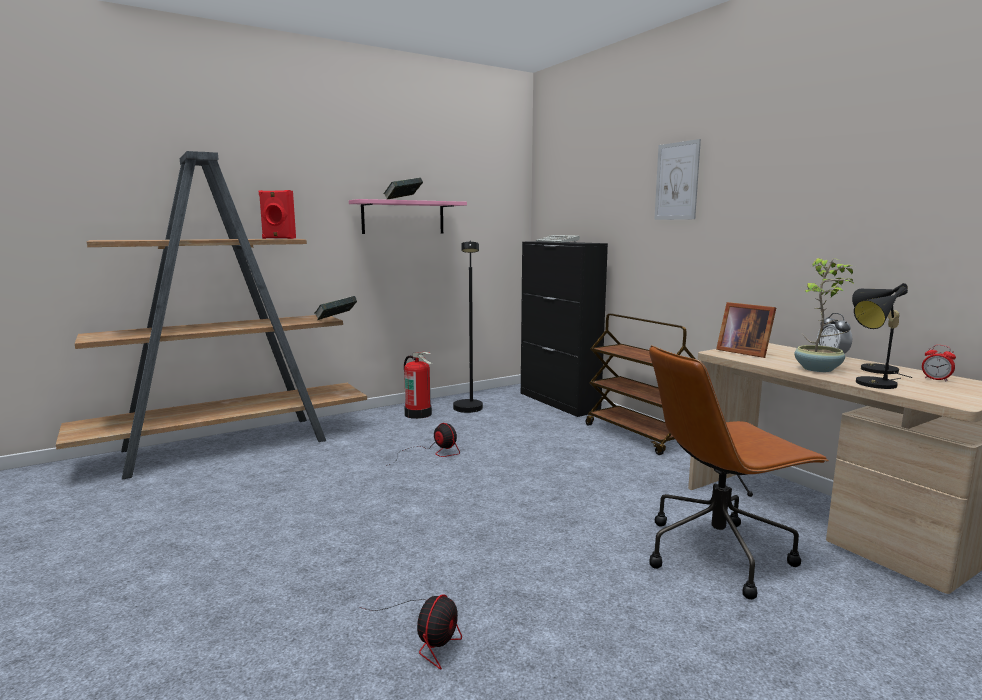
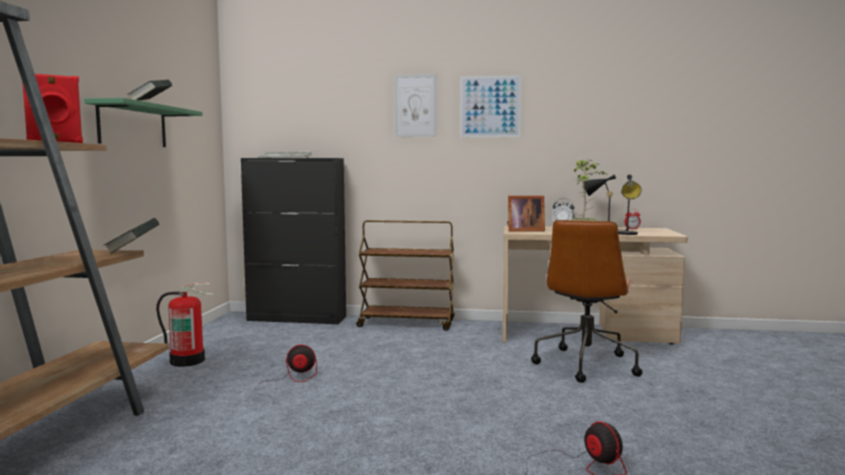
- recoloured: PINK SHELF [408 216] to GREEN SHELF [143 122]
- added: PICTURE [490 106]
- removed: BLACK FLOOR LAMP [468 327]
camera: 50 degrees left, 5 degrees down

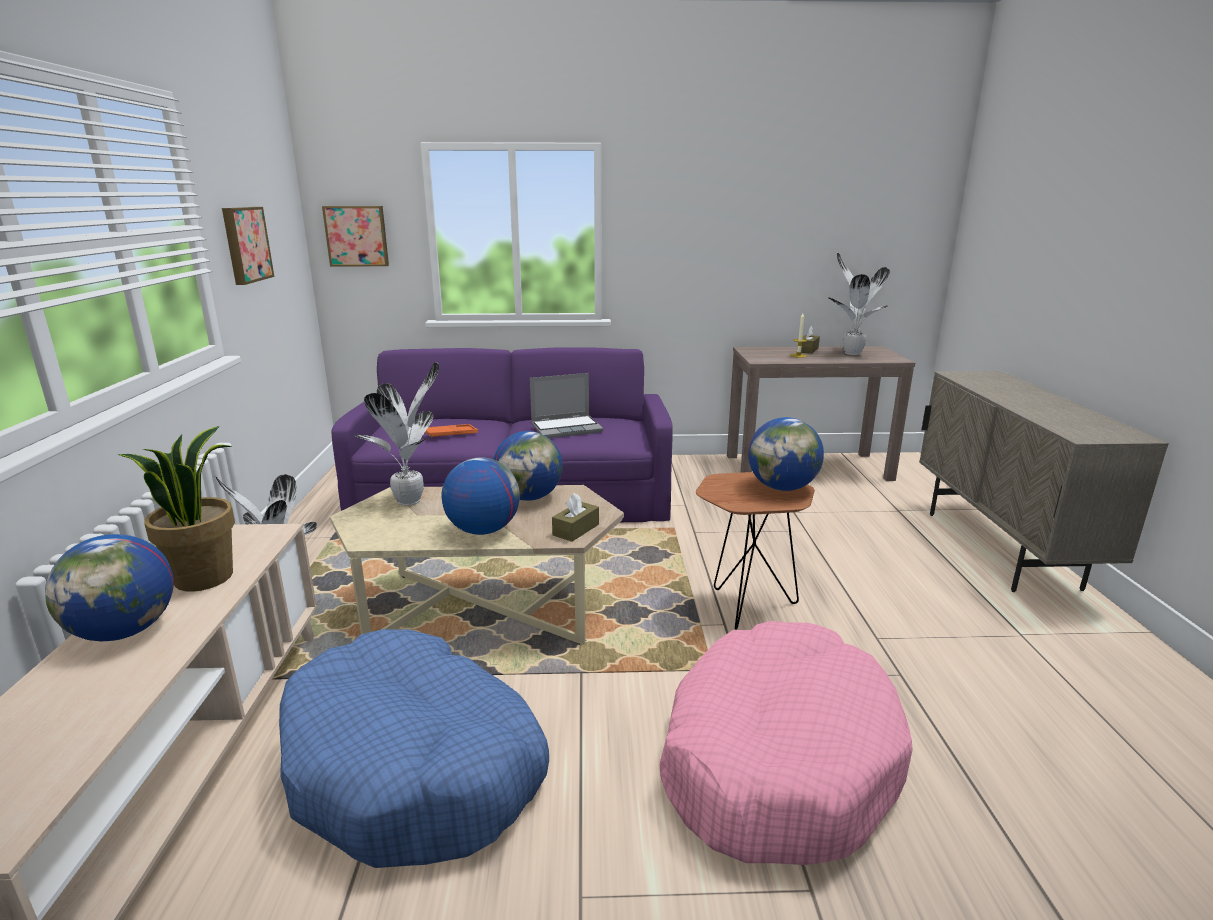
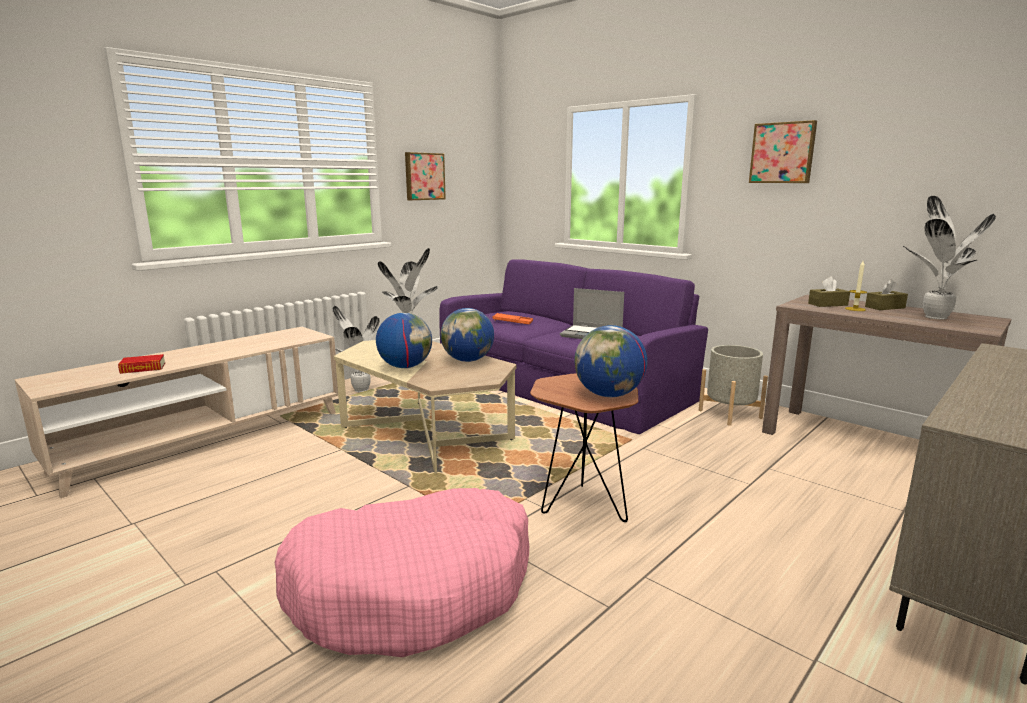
- added: BOOK [141 364]
- added: GREY PLANTER [733 385]
- moved: PICTURE [355 236] to [783 151]
- moved: BROWN TISSUE BOX [575 517] to [829 292]
- removed: GLOBE [109 587]
- removed: POTTED PLANT [176 509]
- removed: BLUE DOG BED [414 748]
camera: 45 degrees right, 5 degrees down

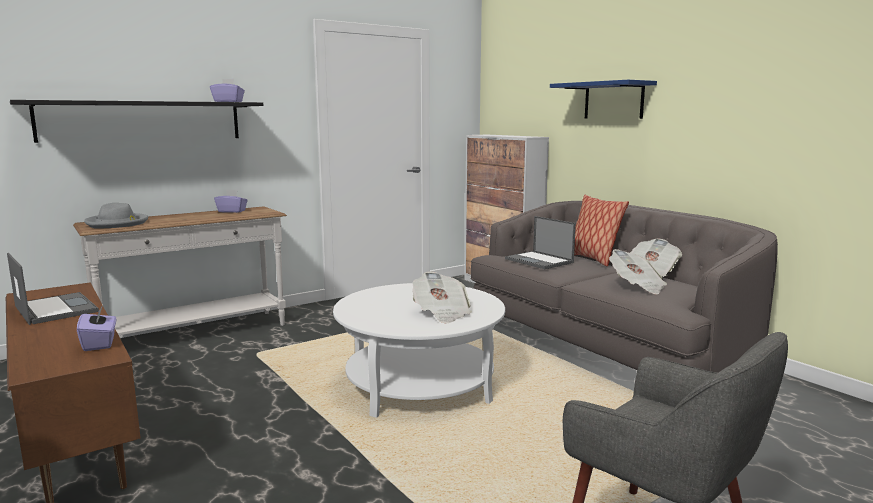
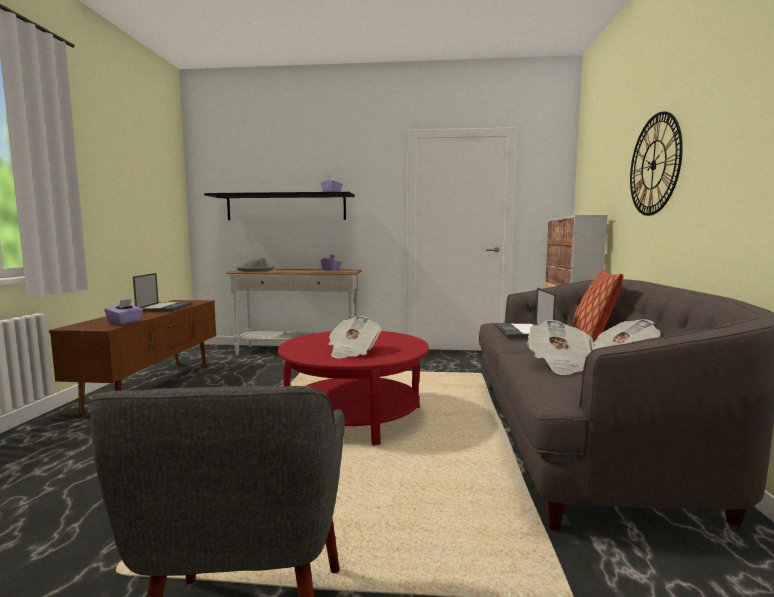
- recoloured: WHITE COFFEE TABLE [419 350] to RED COFFEE TABLE [353 388]
- replaced: BLUE SHELF [603 99] to WALL CLOCK [656 163]
camera: 40 degrees right, 5 degrees down

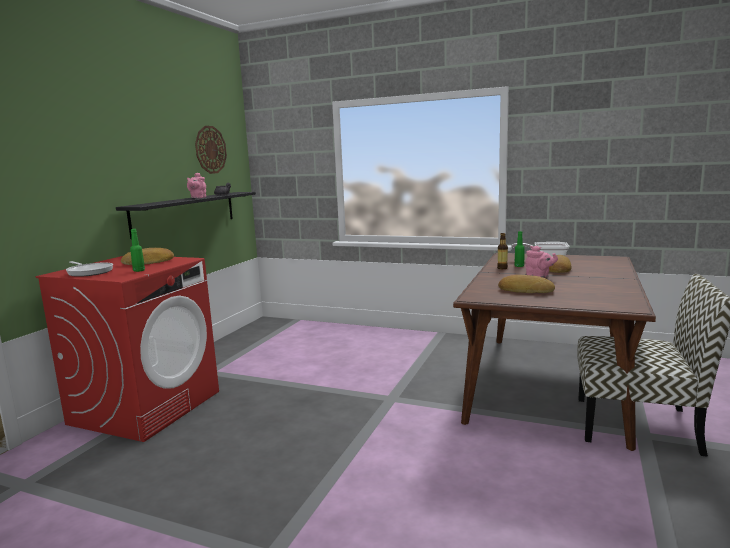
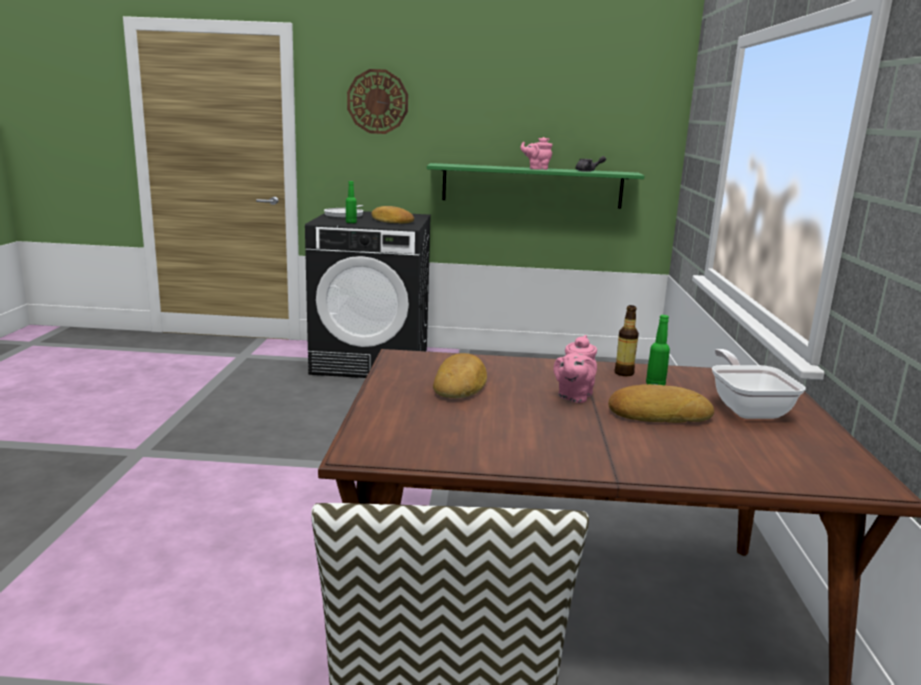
- recoloured: RED WASHING MACHINE [127 349] to BLACK WASHING MACHINE [368 294]
- moved: WALL CLOCK [211 150] to [377 101]
- recoloured: BLACK SHELF [186 215] to GREEN SHELF [535 186]
camera: 70 degrees right, 5 degrees up

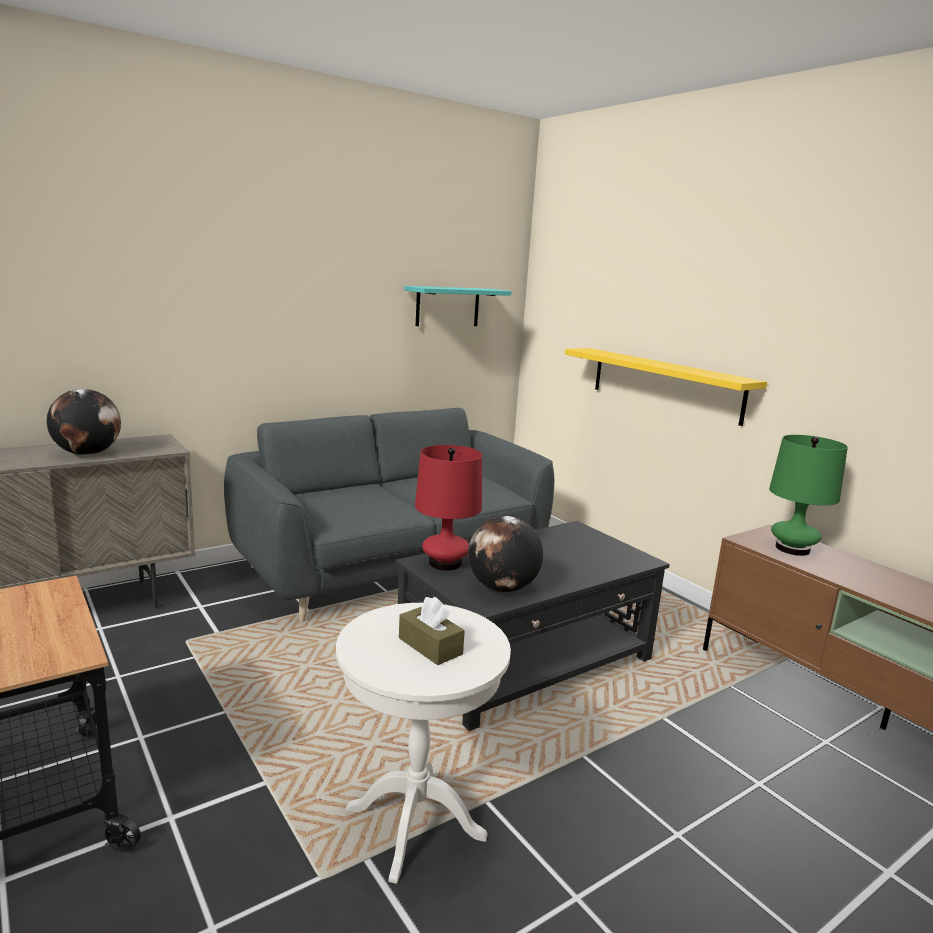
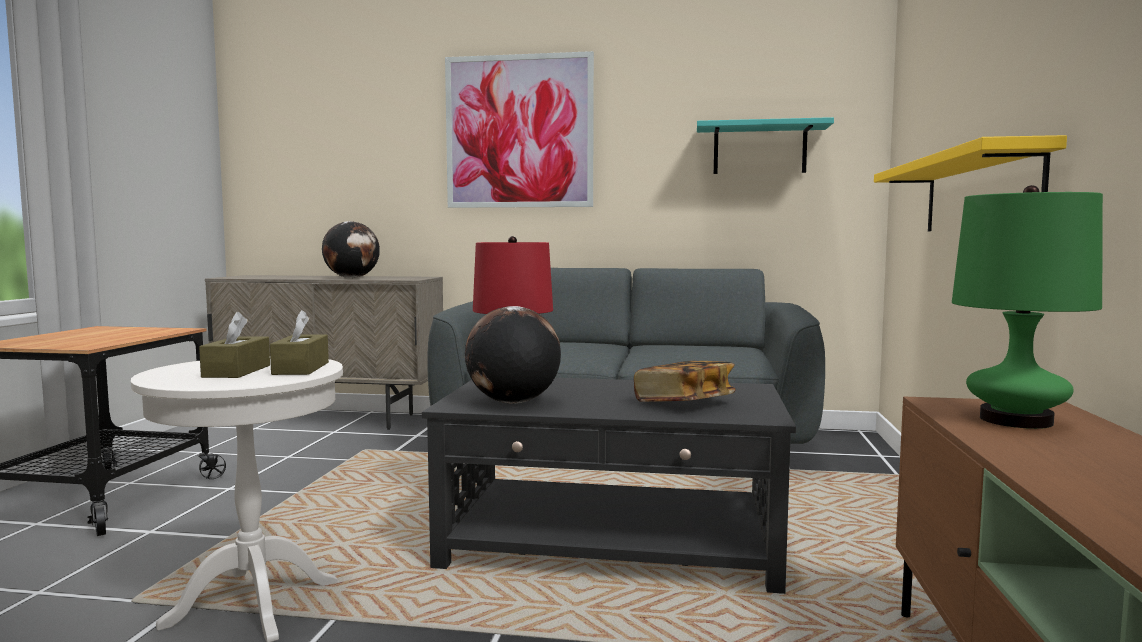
- added: BROWN TISSUE BOX [299 342]
- added: PICTURE [519 129]
- added: BOOK [685 381]
camera: 45 degrees right, 10 degrees down

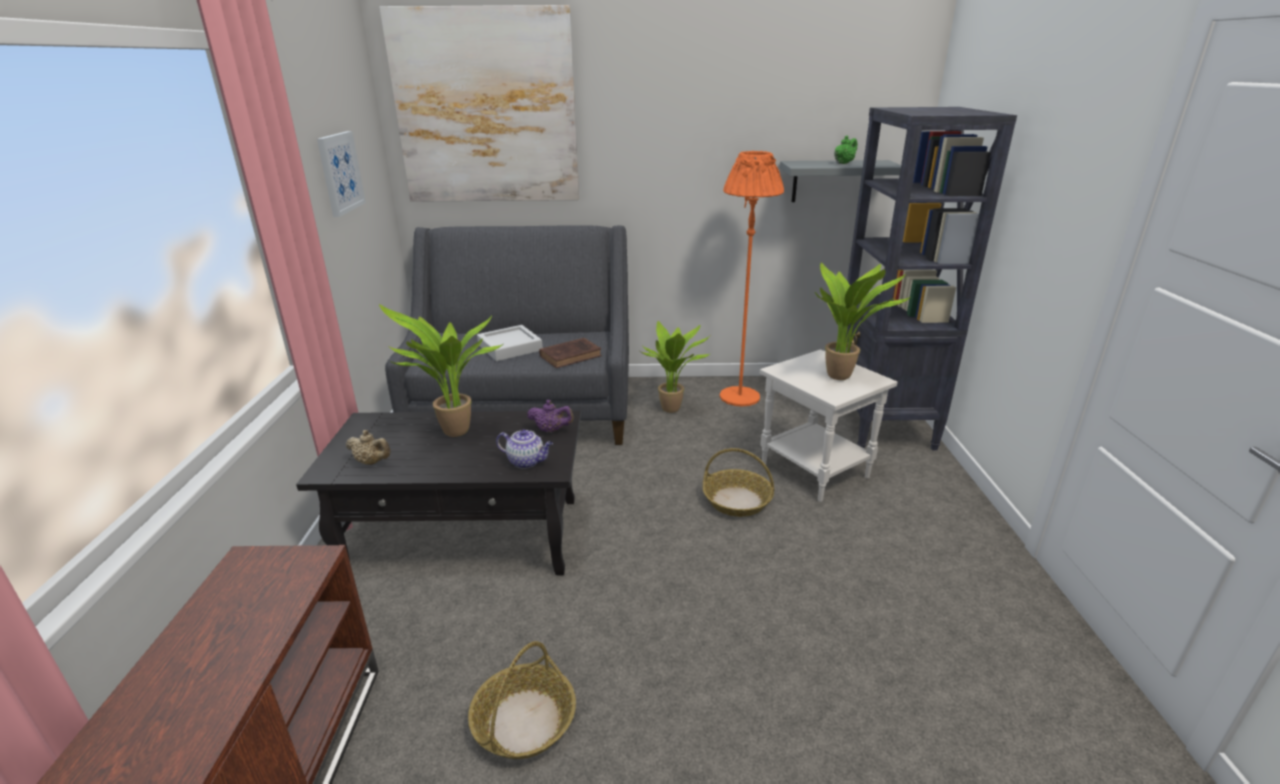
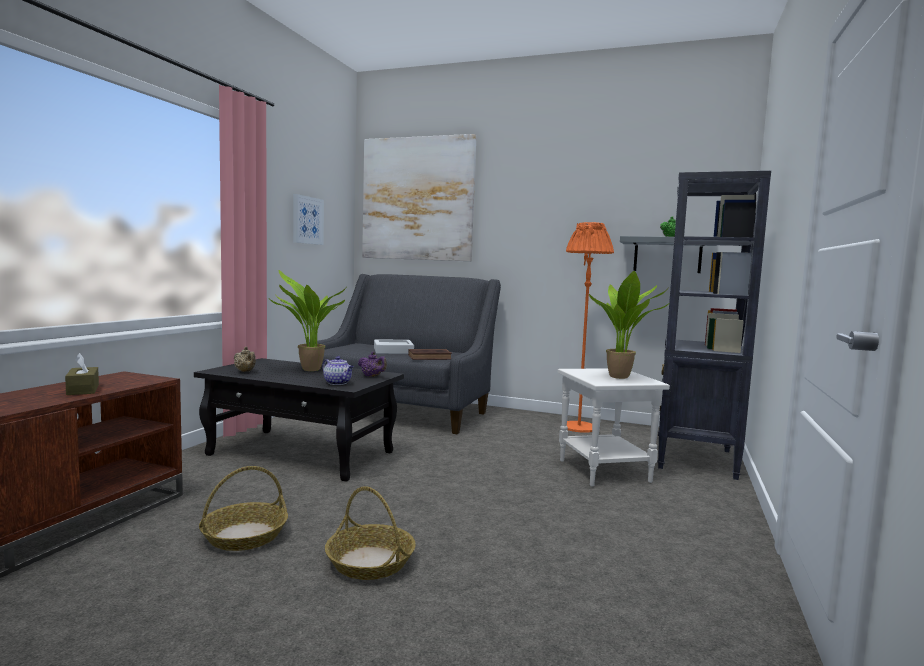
- added: BROWN TISSUE BOX [82 374]
- moved: BASKET [739 482] to [370 533]
- removed: POTTED PLANT [675 367]
camera: 20 degrees right, 20 degrees down

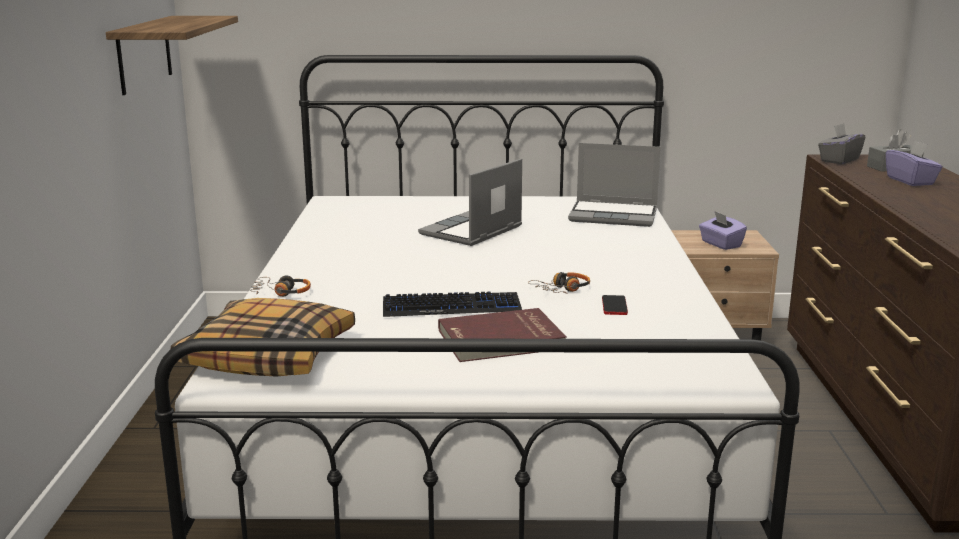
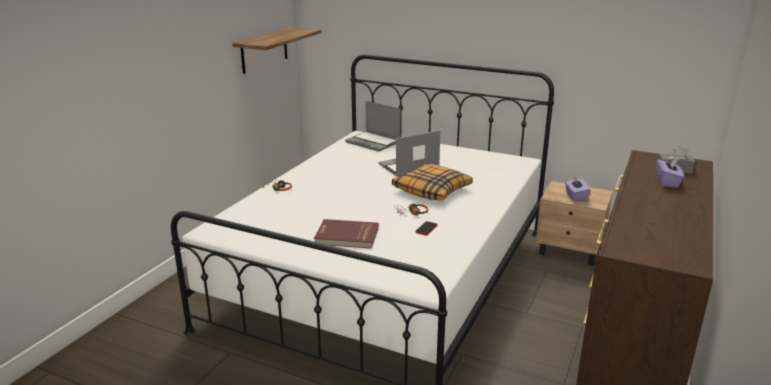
- moved: LAPTOP [614 185] to [373 126]
- moved: PILLOW [263 337] to [432 182]
- removed: KEYBOARD [452 304]
- removed: GREY TISSUE BOX [842 144]
camera: 25 degrees right, 5 degrees up

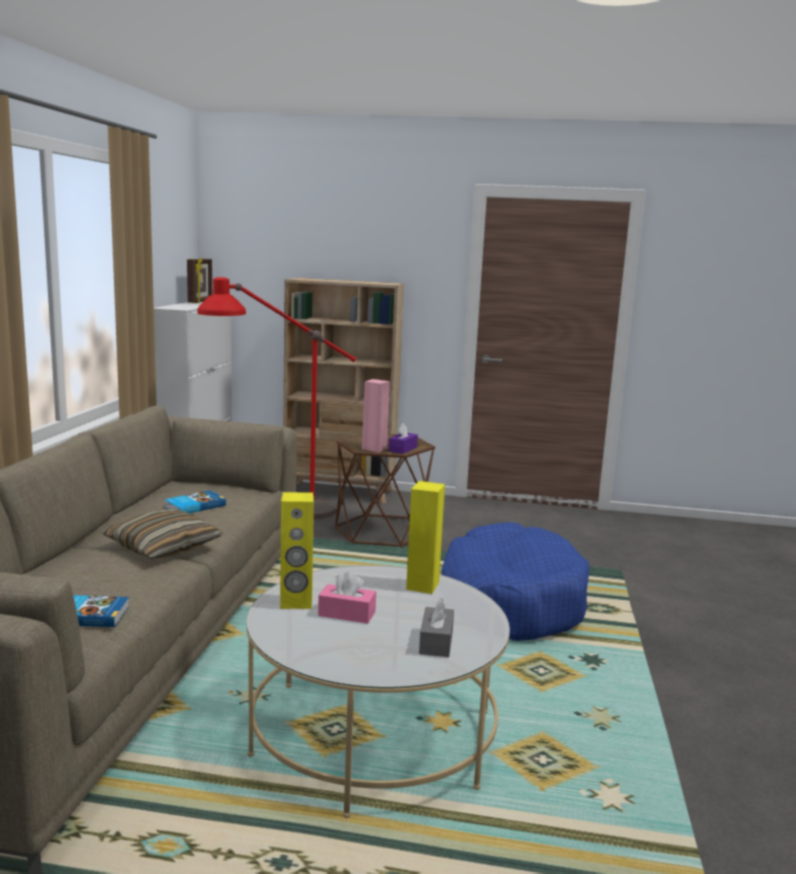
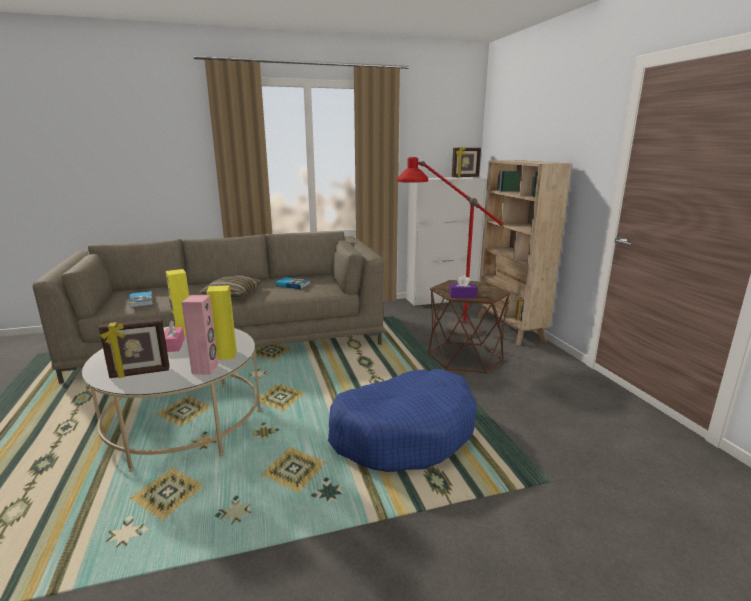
- replaced: GREY TISSUE BOX [436 627] to PICTURE FRAME [134 348]
- moved: PINK SPEAKER [376 415] to [199 335]
camera: 65 degrees right, 5 degrees up

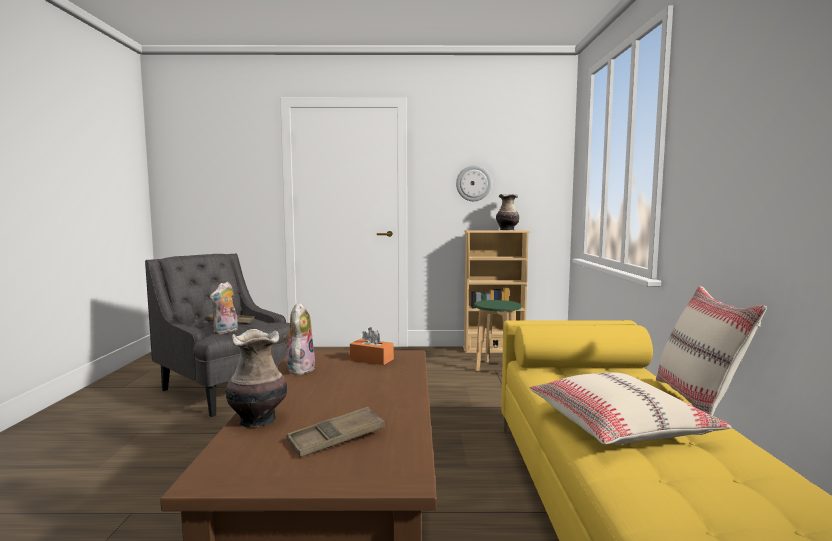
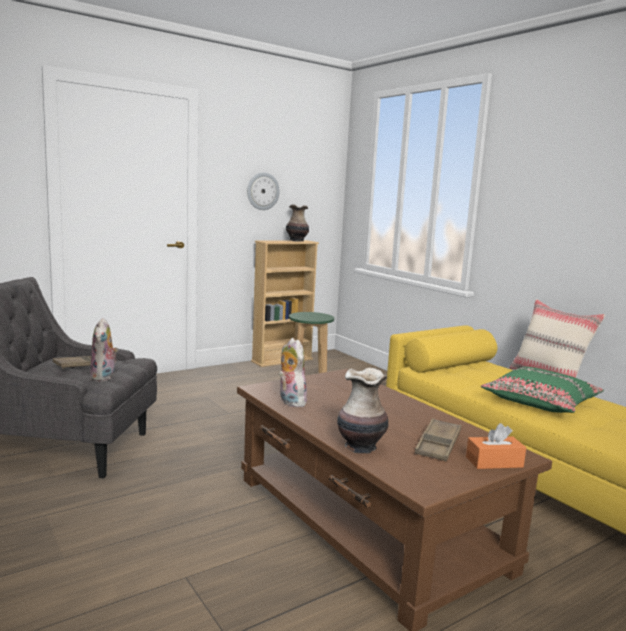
- moved: ORANGE TISSUE BOX [372 346] to [496 446]
- recoloured: BEIGE PILLOW [630 408] to GREEN PILLOW [542 390]
camera: 35 degrees left, 5 degrees up

